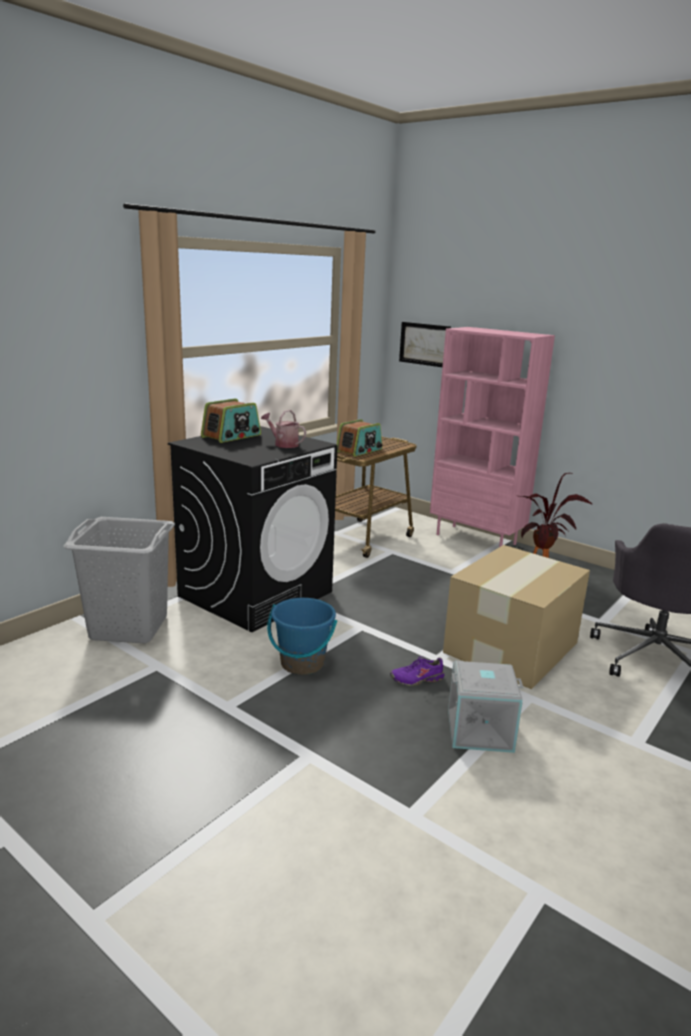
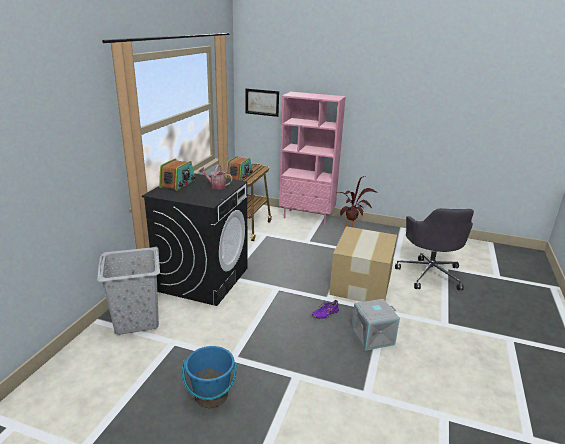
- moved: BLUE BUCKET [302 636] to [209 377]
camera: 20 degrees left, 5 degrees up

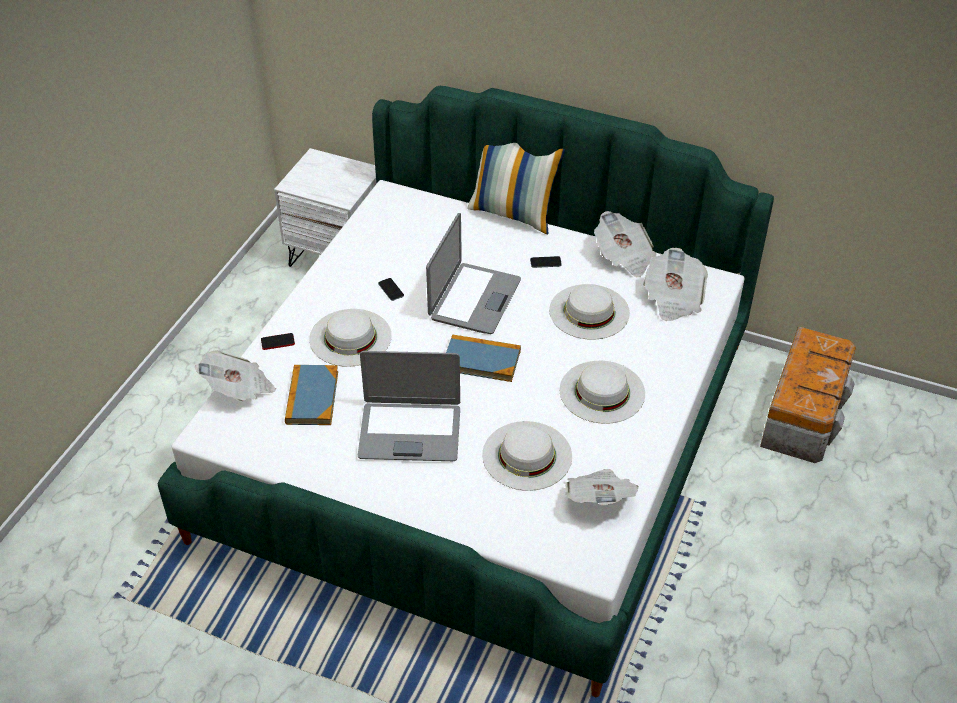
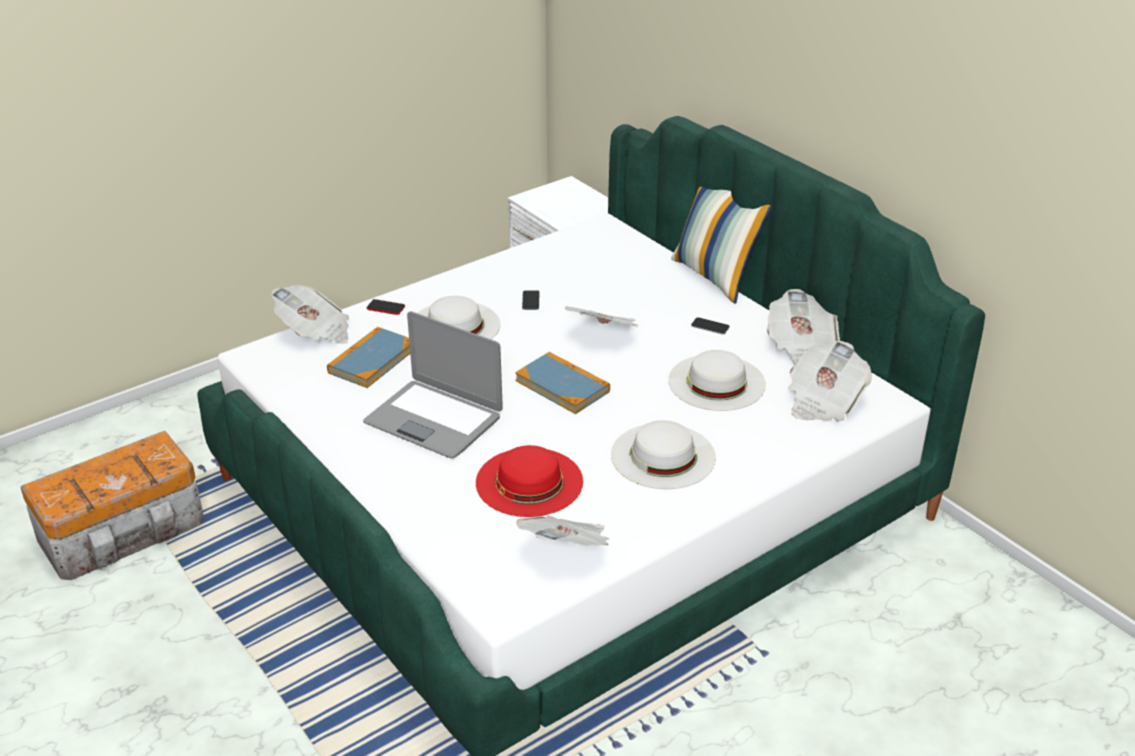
- moved: STORAGE BOX [808 395] to [112 505]
- recoloured: WHITE HAT [527 456] to RED HAT [529 481]
- replaced: LAPTOP [473 273] to NEWSPAPER [601 316]
camera: 30 degrees right, 10 degrees down

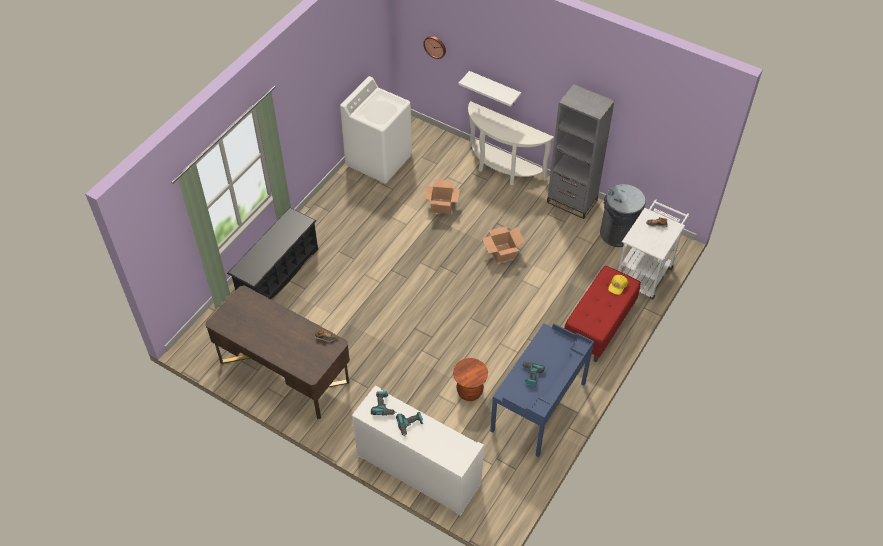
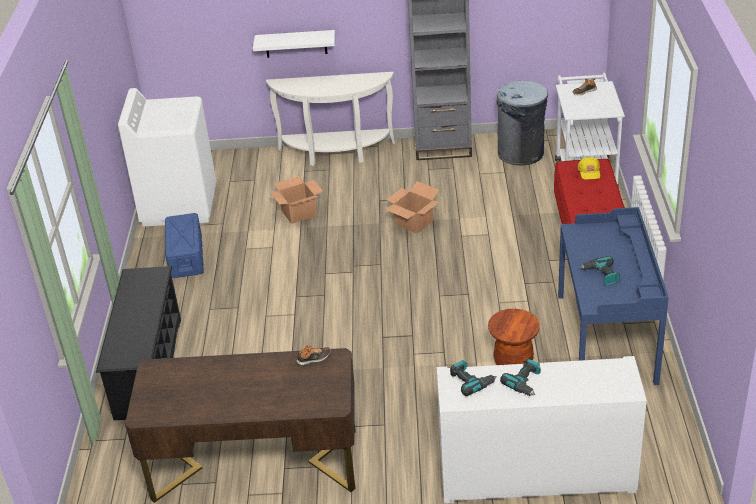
- added: BLUE STORAGE BOX [184 245]
- removed: WALL CLOCK [434 47]
camera: 30 degrees left, 15 degrees down

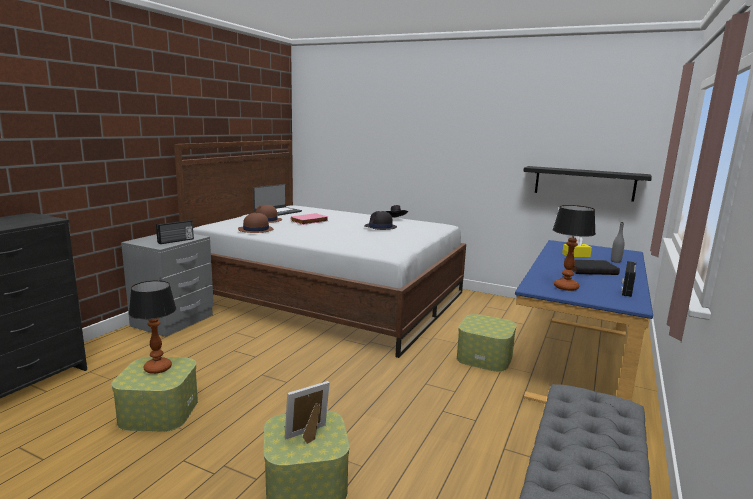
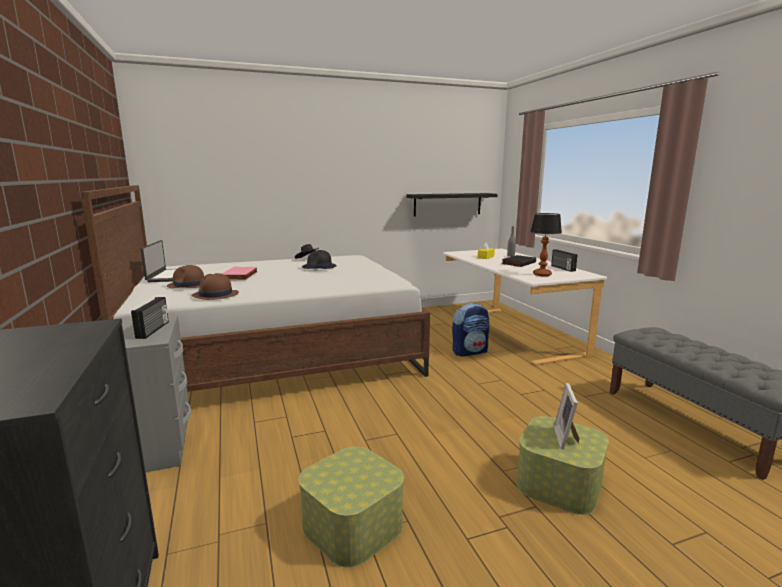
- recoloured: BLUE DESK [584 322] to WHITE DESK [525 307]
- replaced: STORAGE BOX [487 343] to BACKPACK [471 330]
- removed: TABLE LAMP [152 327]
camera: 45 degrees left, 0 degrees up

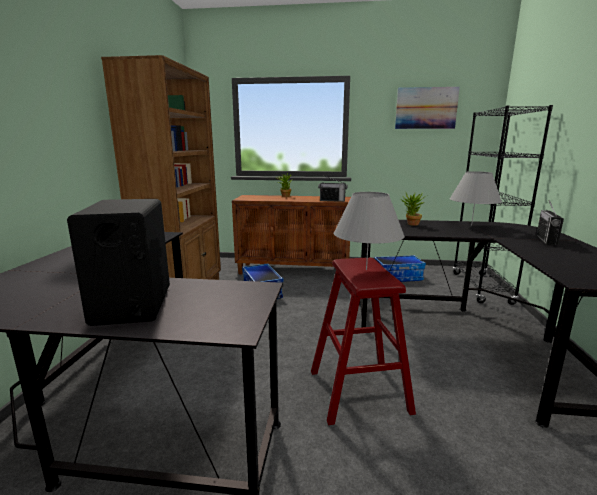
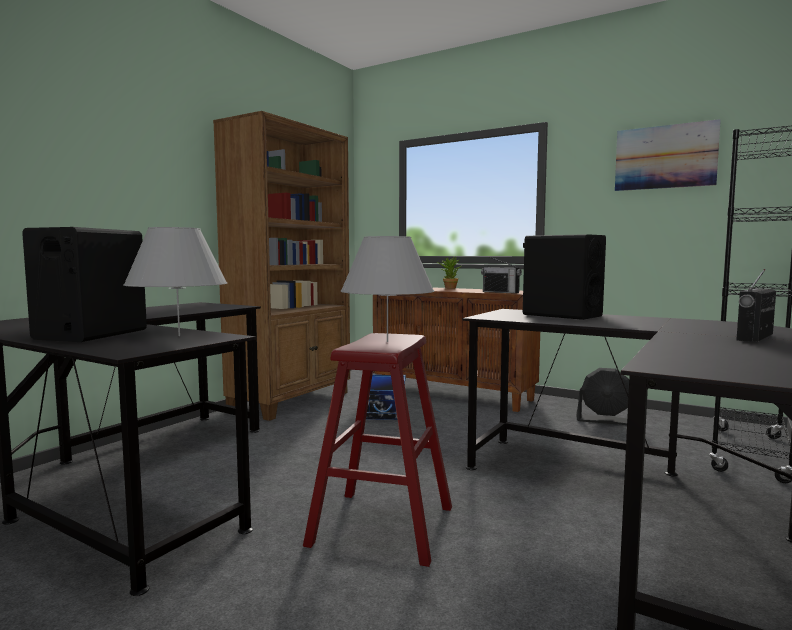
- moved: GREY TABLE LAMP [476 198] to [175 281]
- replaced: POTTED PLANT [414 208] to BLACK SPEAKER [564 277]
- replaced: STORAGE BOX [400 268] to BLACK FAN [602 396]
camera: 25 degrees right, 10 degrees down

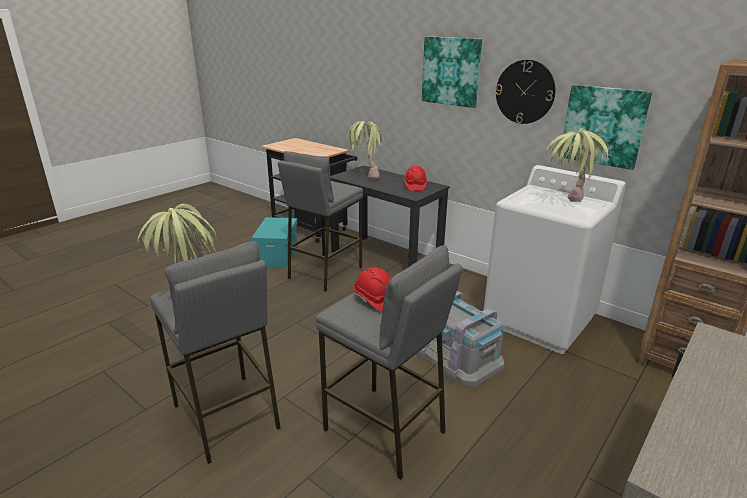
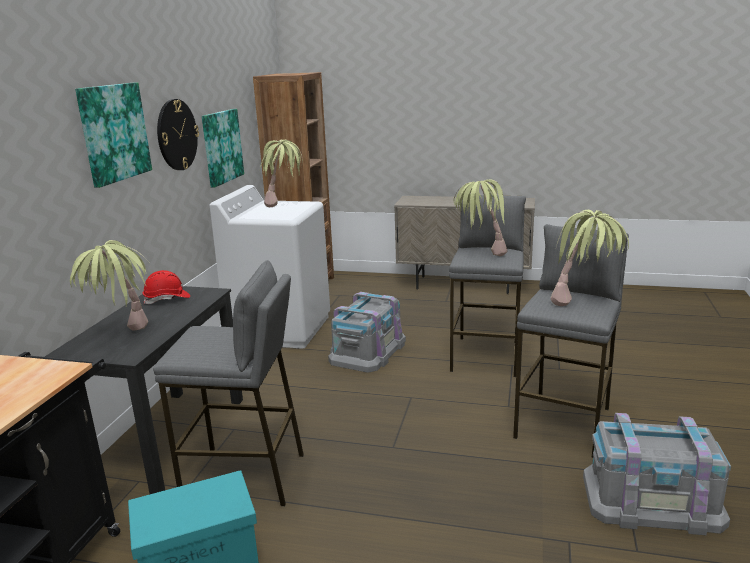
- replaced: RED HARD HAT [372 289] to POTTED PLANT [481 217]
- added: GREY STORAGE BOX [657 474]
camera: 115 degrees left, 5 degrees down

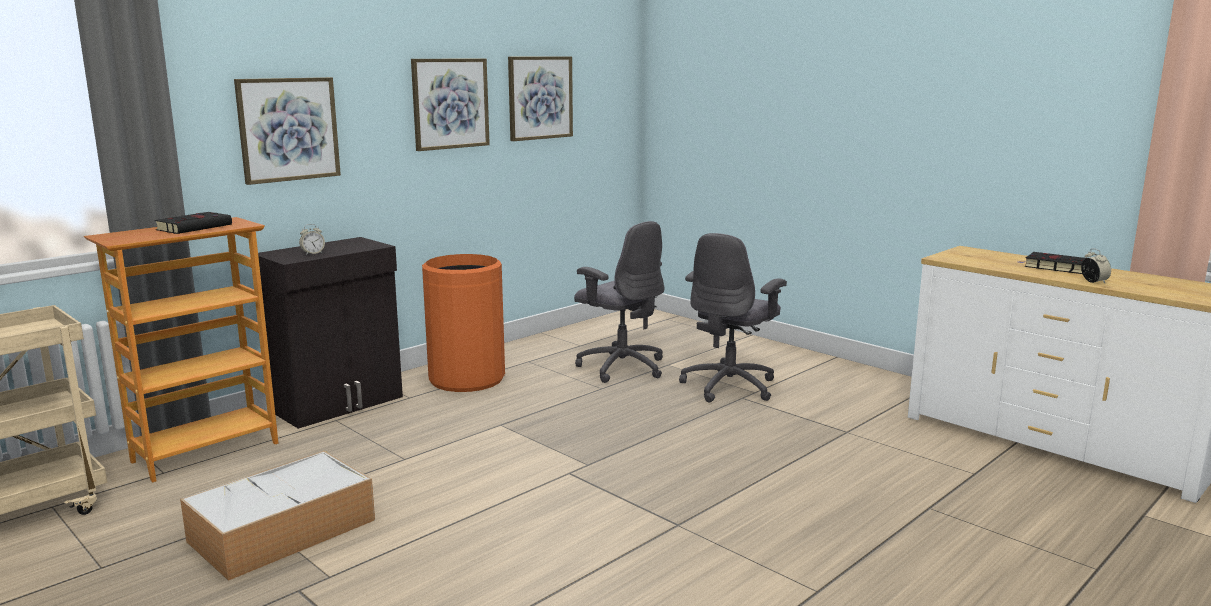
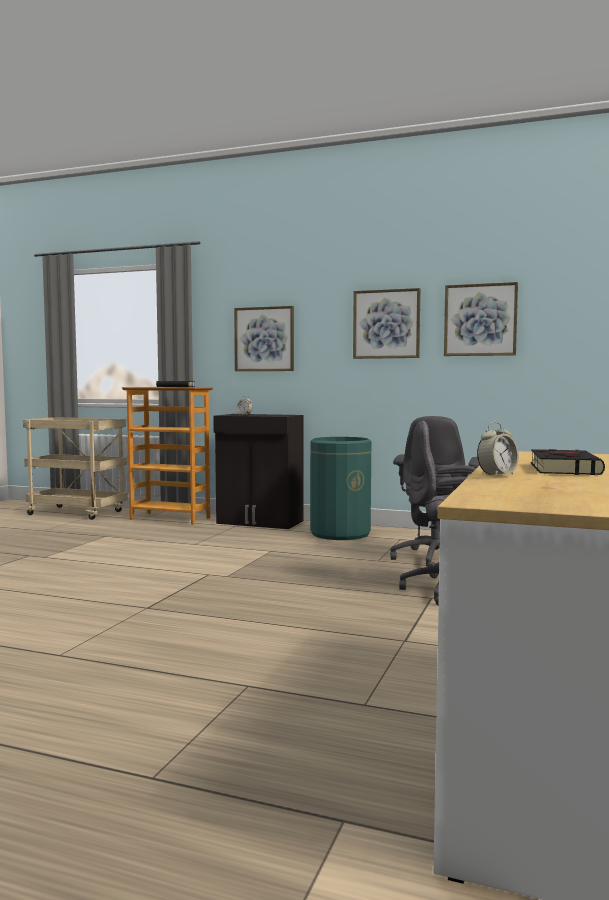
- recoloured: ORANGE TRASH CAN [463 323] to GREEN TRASH CAN [340 488]
- removed: STORAGE BOX [277 516]
camera: 65 degrees right, 10 degrees down

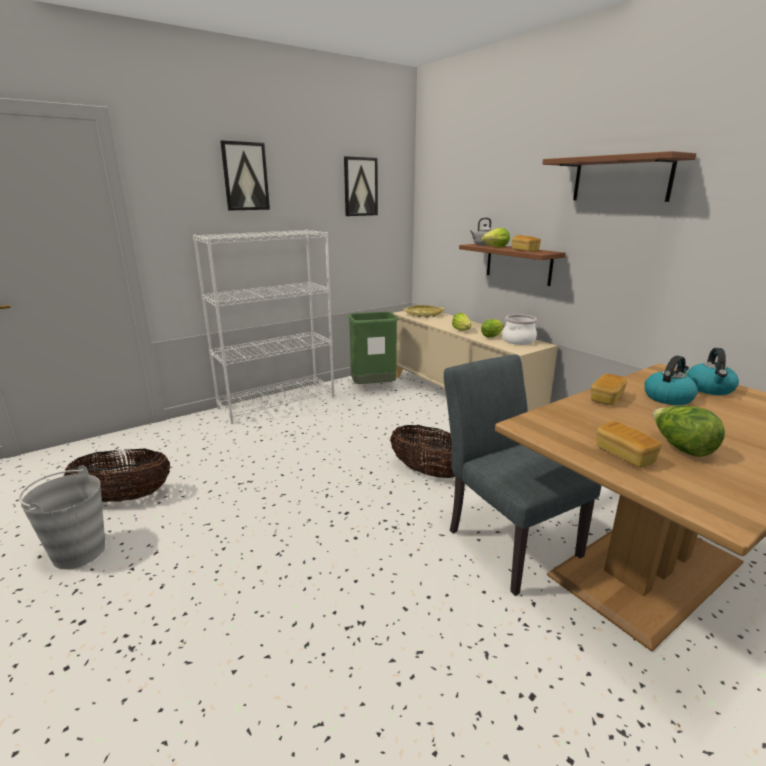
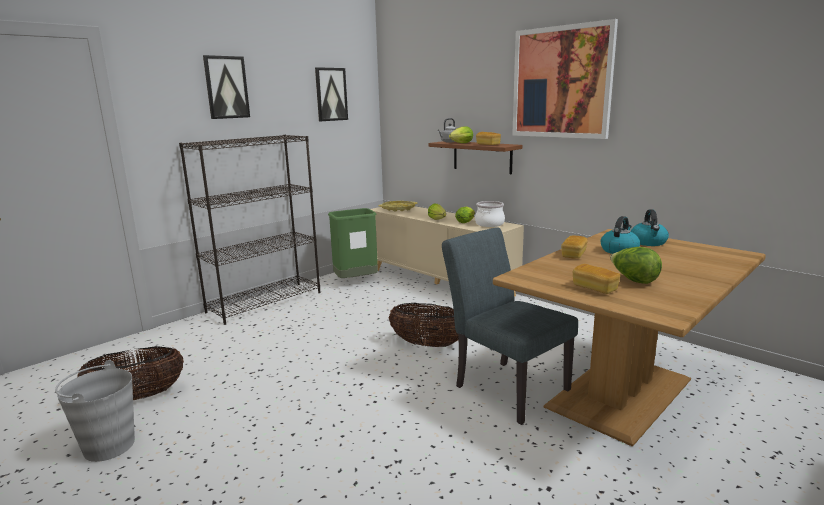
- recoloured: WHITE BOOKCASE [263 326] to BLACK BOOKCASE [249 230]
- replaced: BROWN SHELF [619 176] to PICTURE [565 79]
camera: 10 degrees left, 5 degrees down

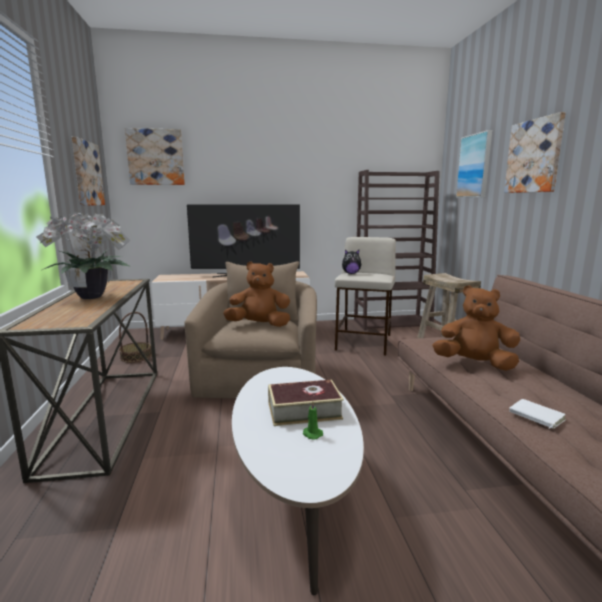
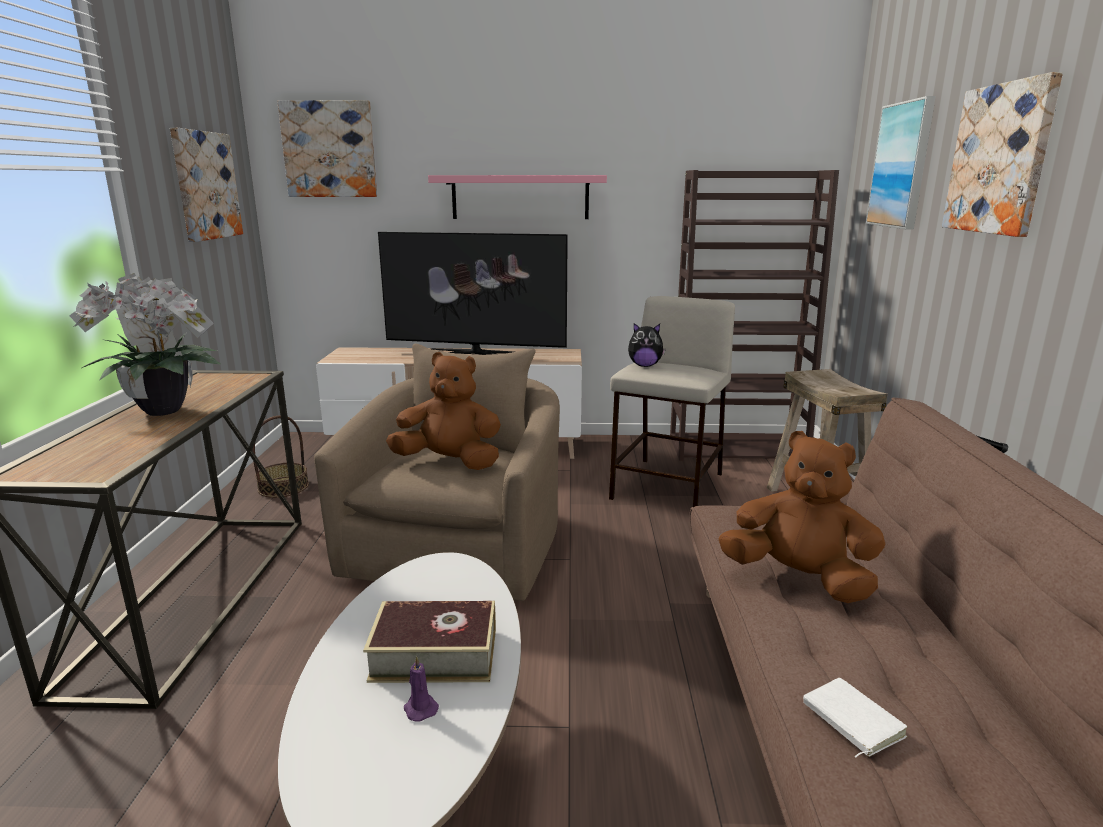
- recoloured: GREEN CANDLE [313 420] to PURPLE CANDLE [421 689]
- added: PINK SHELF [517 197]
camera: 10 degrees right, 5 degrees up

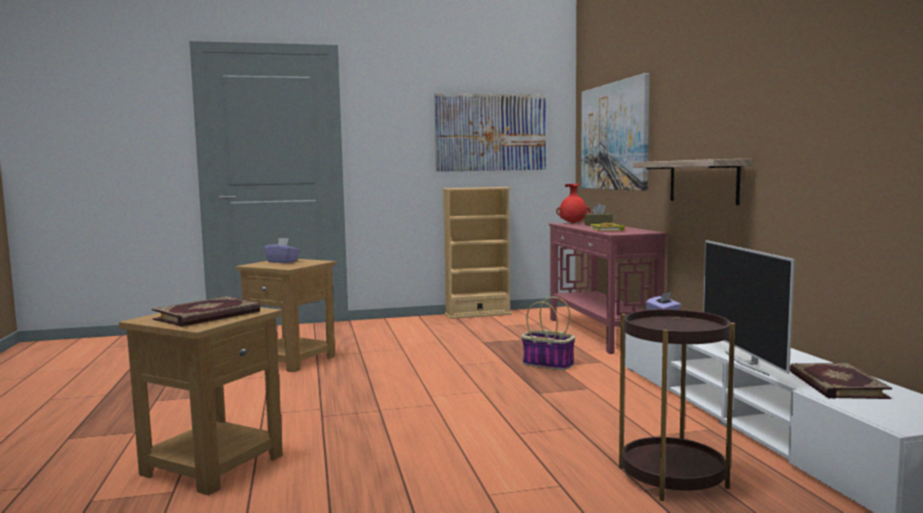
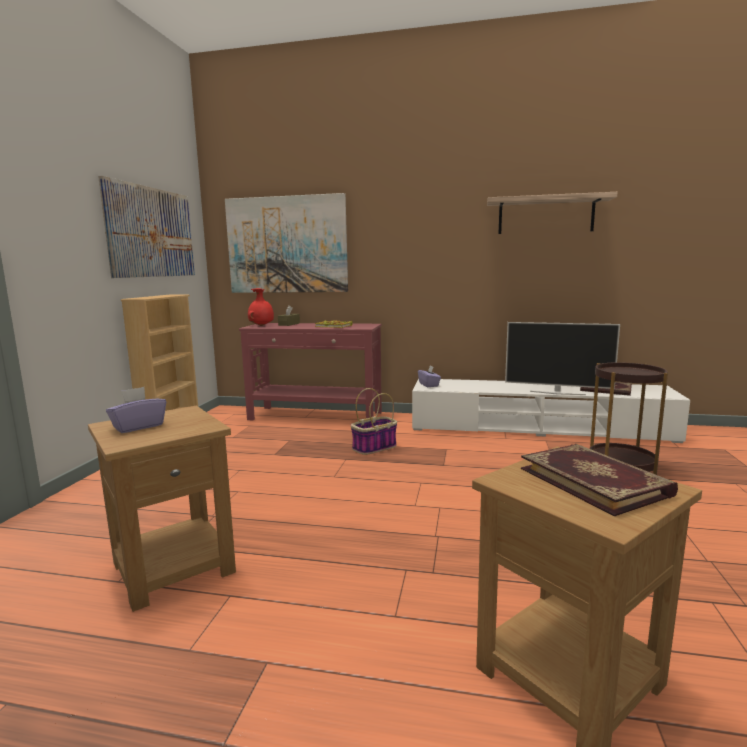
- moved: SHELF [692 182] to [552 213]
camera: 65 degrees left, 5 degrees up

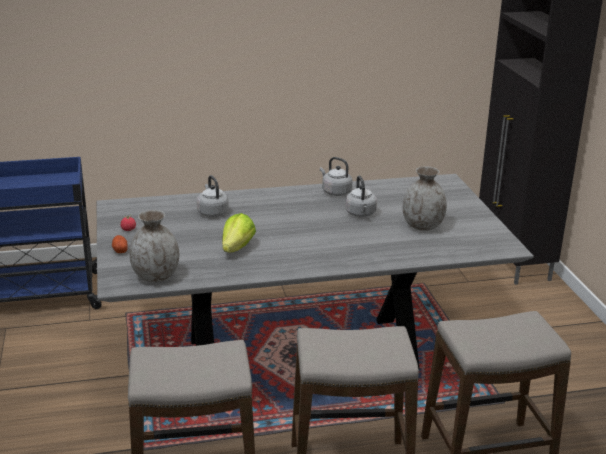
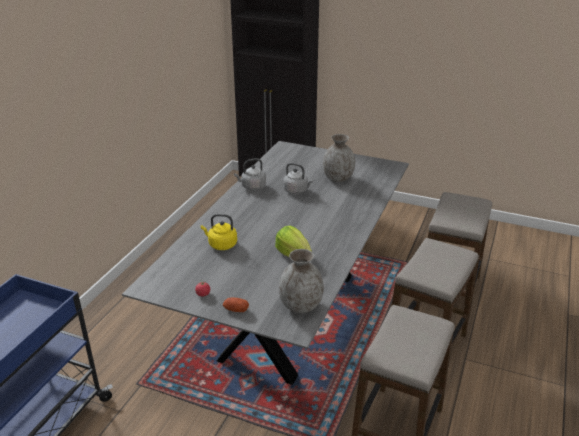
- recoloured: GREY KETTLE [213 196] to YELLOW KETTLE [219 232]
camera: 55 degrees left, 5 degrees up

